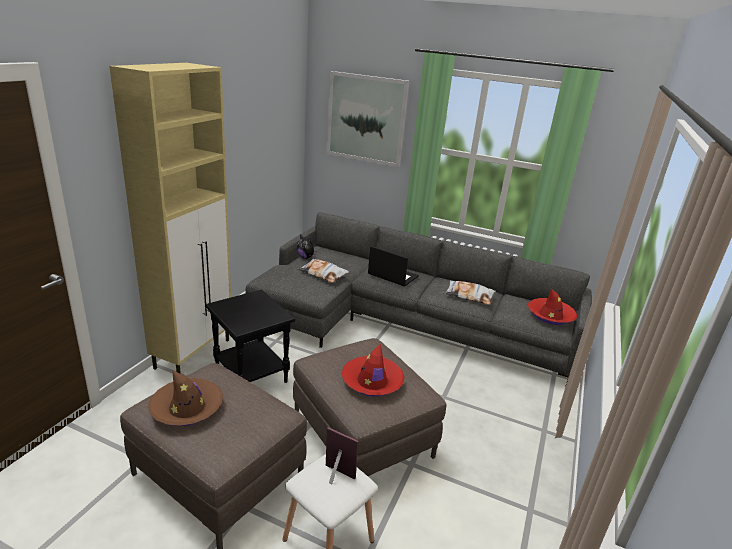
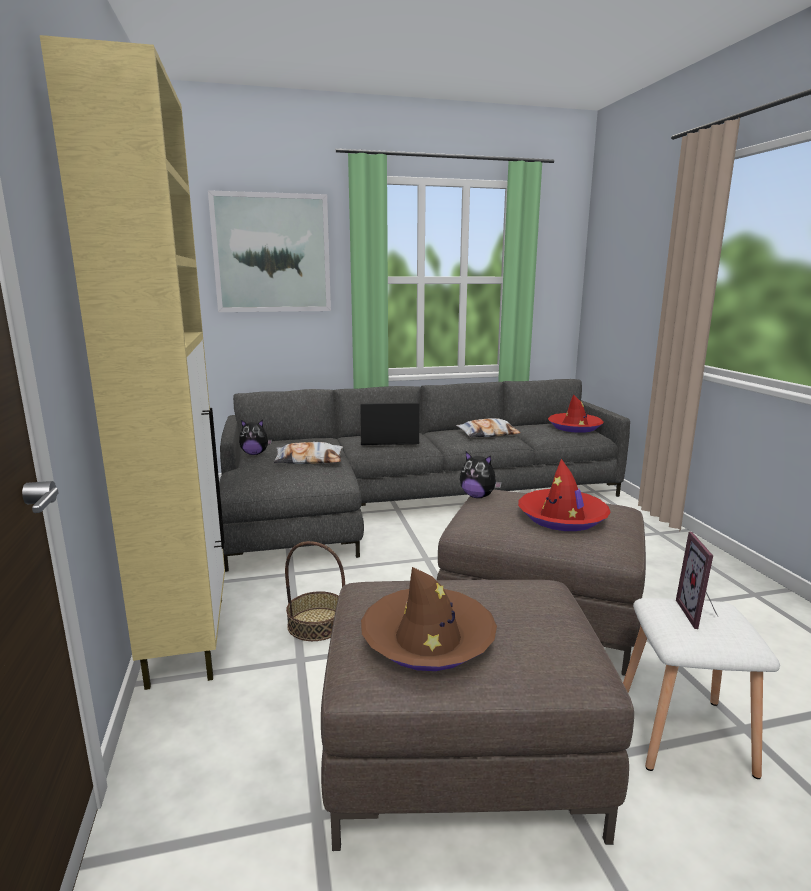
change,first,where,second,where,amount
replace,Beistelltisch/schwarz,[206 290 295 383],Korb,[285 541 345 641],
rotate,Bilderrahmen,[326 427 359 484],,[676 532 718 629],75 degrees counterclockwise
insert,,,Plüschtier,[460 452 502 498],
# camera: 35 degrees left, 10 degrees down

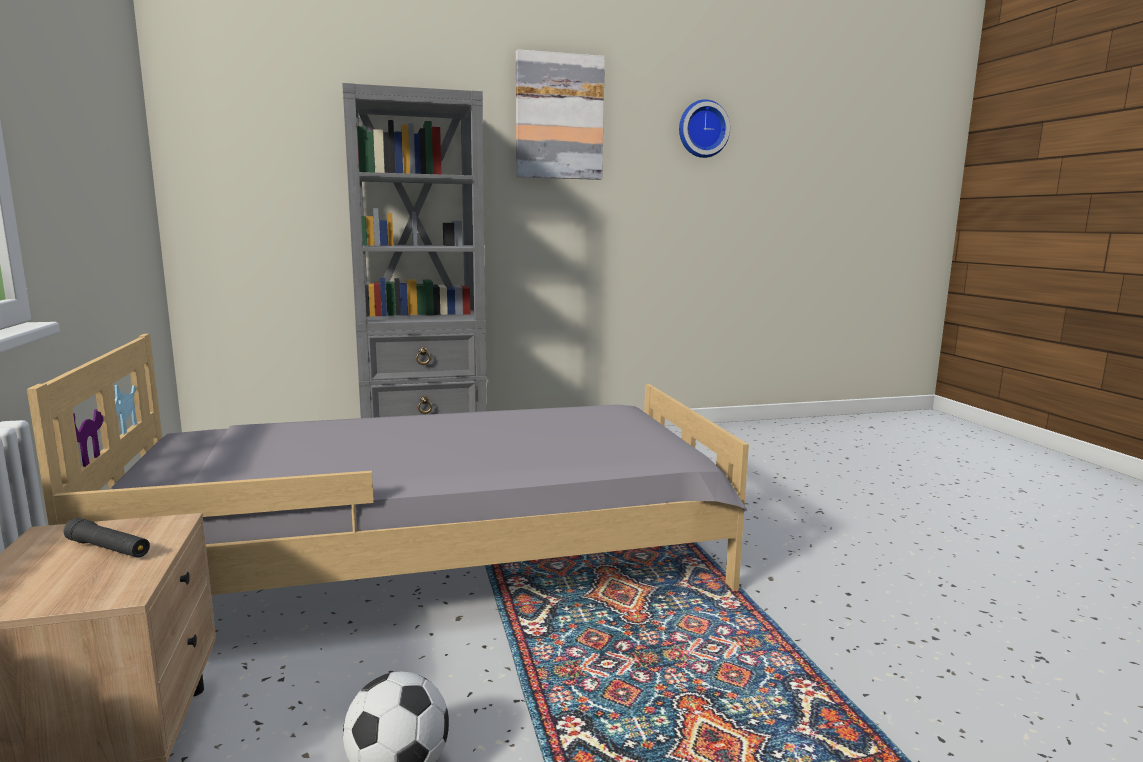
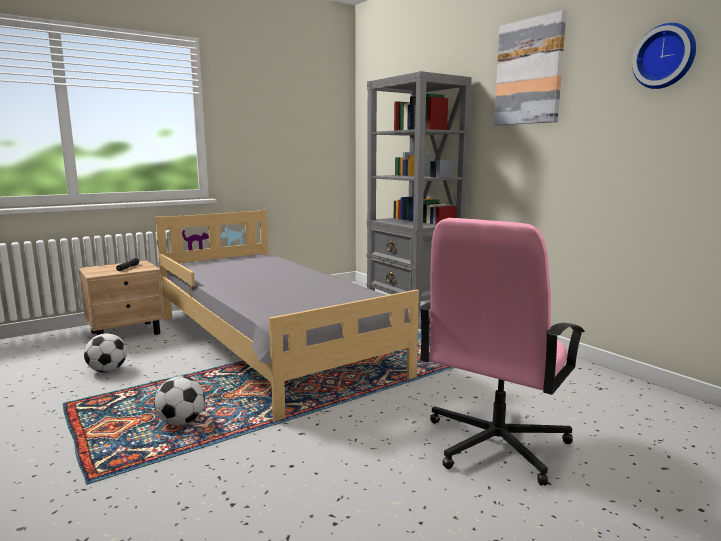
change,first,where,second,where,amount
insert,,,Bürostuhl/rosa,[419 218 585 486],
insert,,,Fußball,[154 376 205 426],
# camera: 70 degrees right, 0 degrees up

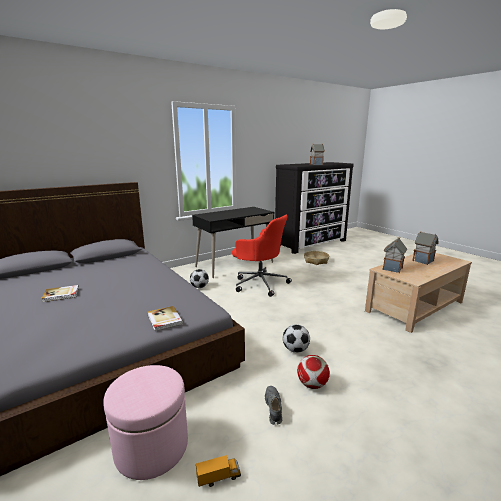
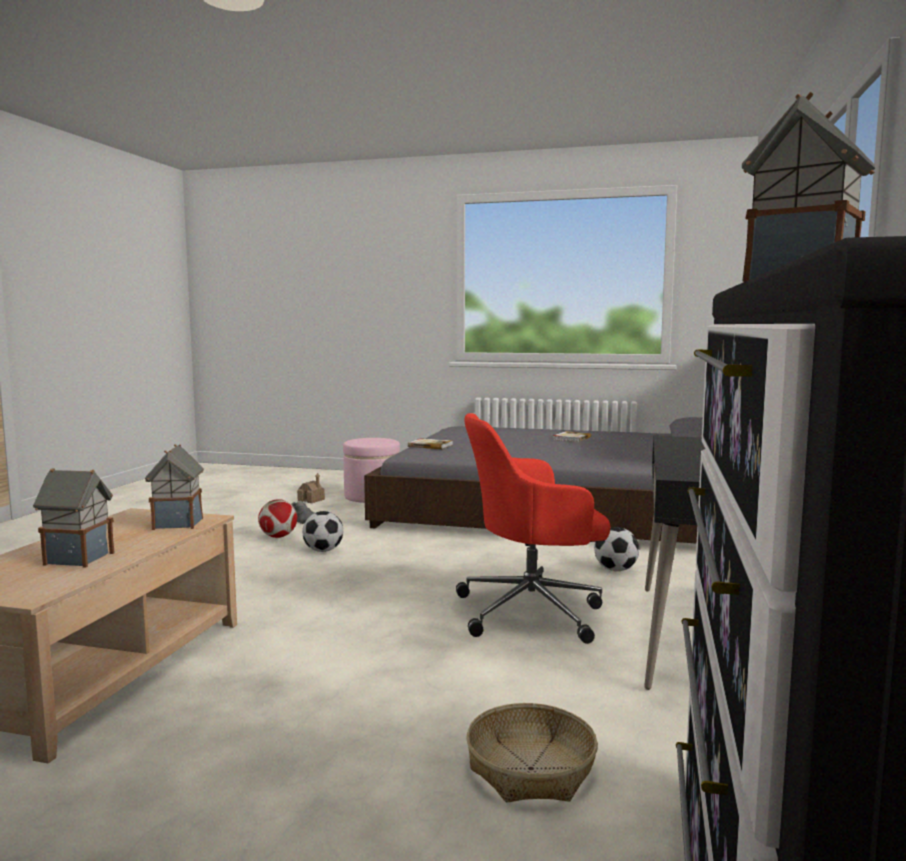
change,first,where,second,where,amount
replace,Spielzeuglaster,[196 455 241 487],Spielzeughaus,[297 473 325 503],
# camera: 140 degrees right, 10 degrees down

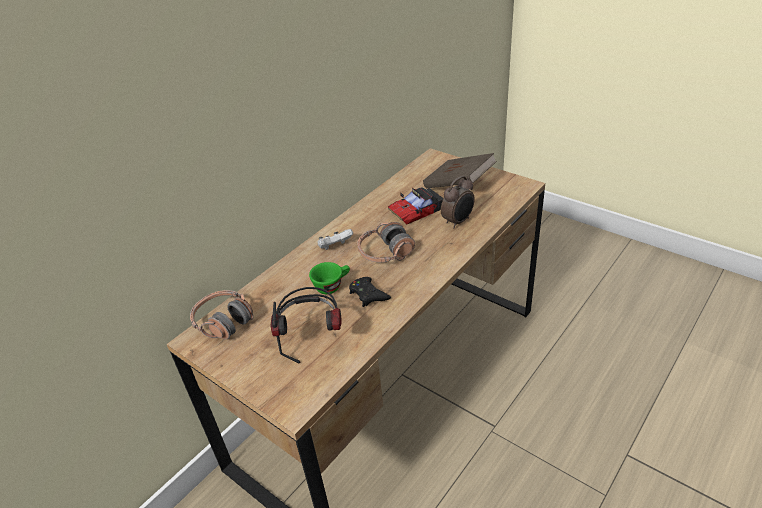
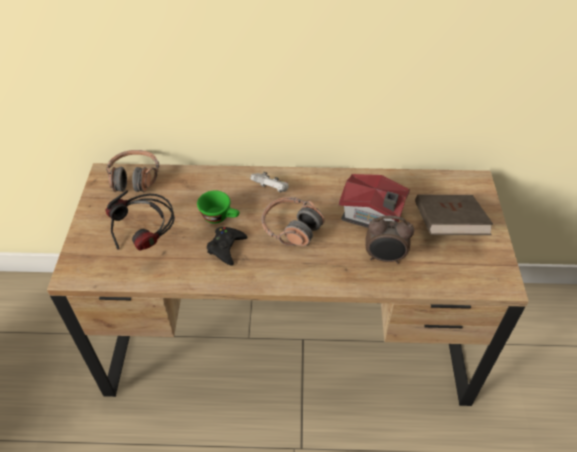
change,first,where,second,where,amount
replace,Spielzeugauto,[388 187 443 224],Spielzeughaus,[339 174 410 228],
# camera: 50 degrees right, 10 degrees up

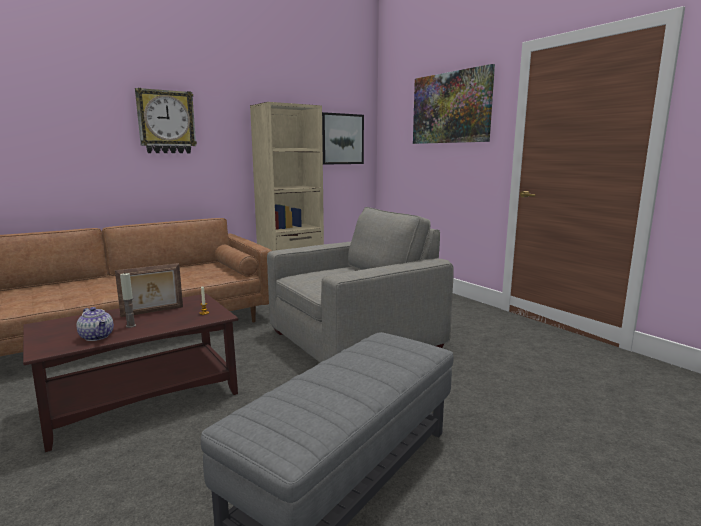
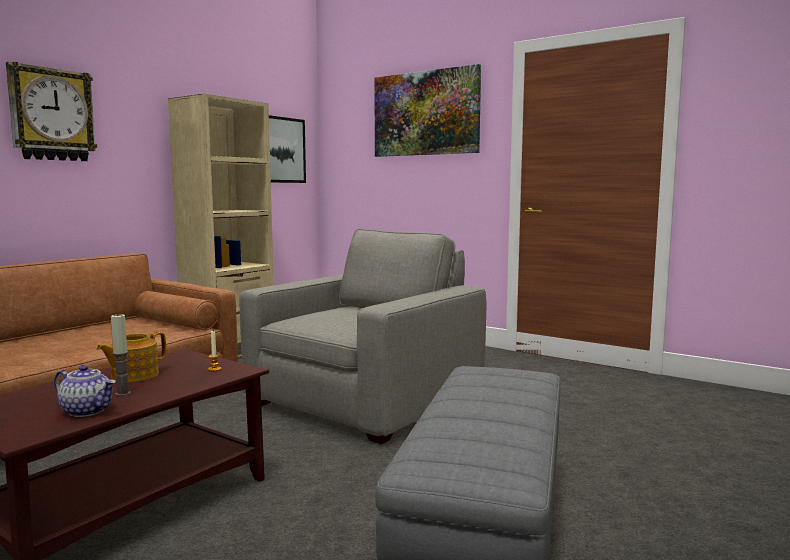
change,first,where,second,where,amount
replace,Bilderrahmen,[115 263 183 317],Teekanne,[96 331 166 382],
# camera: 20 degrees left, 5 degrees down

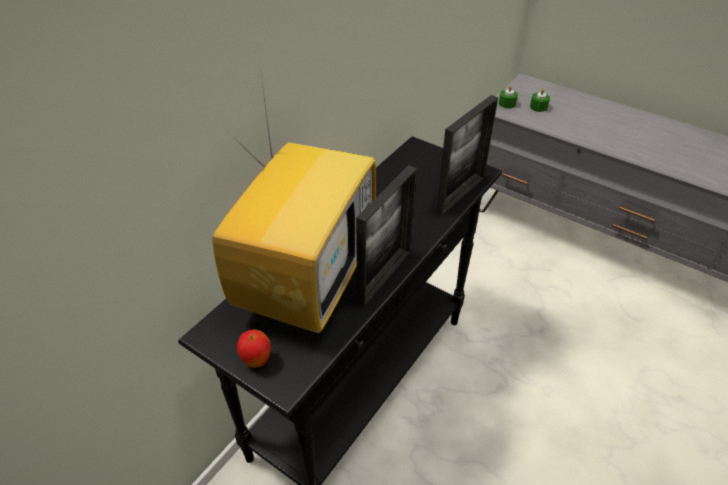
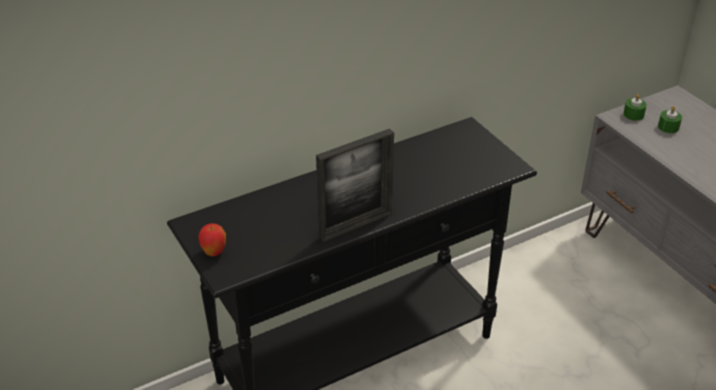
change,first,where,second,where,amount
delete,Fernseher,[212 68 376 333],,,
delete,Bilderrahmen,[436 95 498 215],,,
# camera: 25 degrees right, 5 degrees down

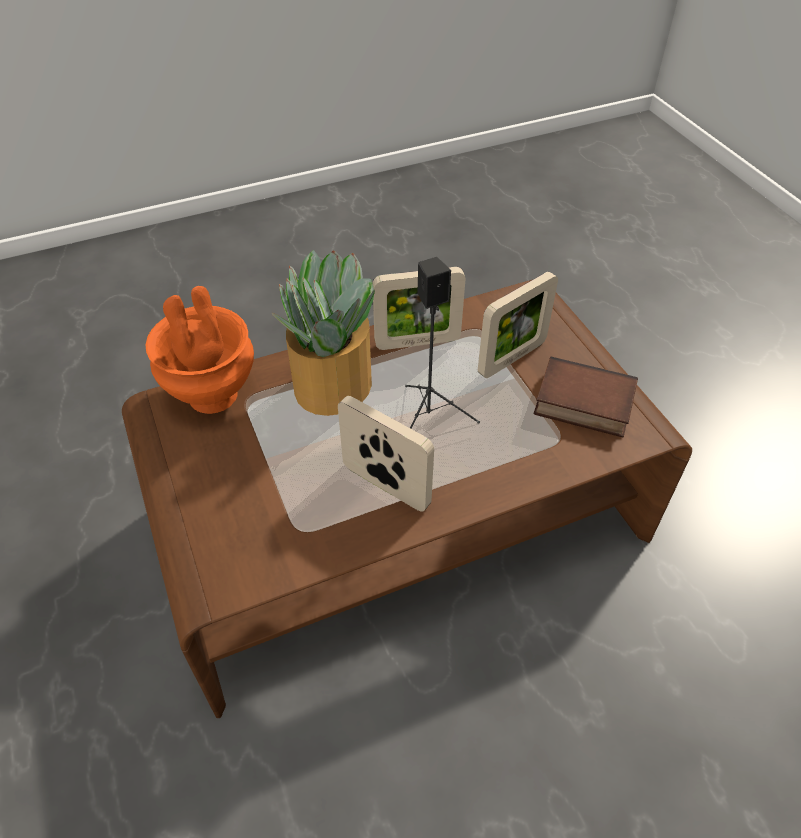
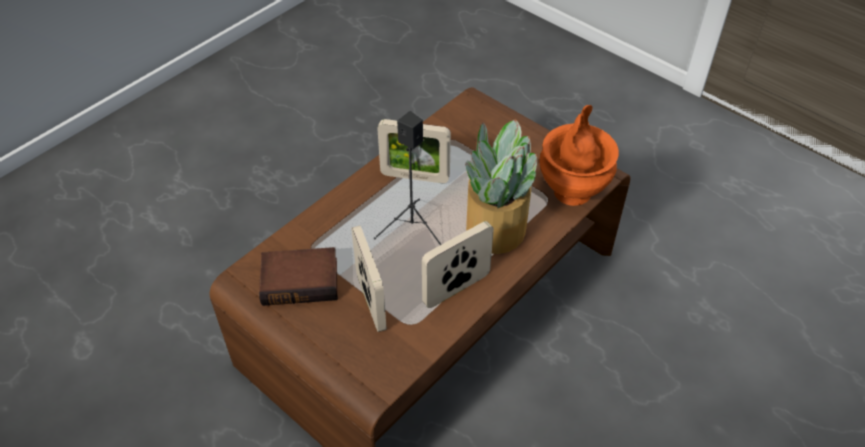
change,first,where,second,where,amount
rotate,Bilderrahmen,[478 272 558 378],,[351 225 387 332],135 degrees clockwise
# camera: 155 degrees right, 0 degrees up

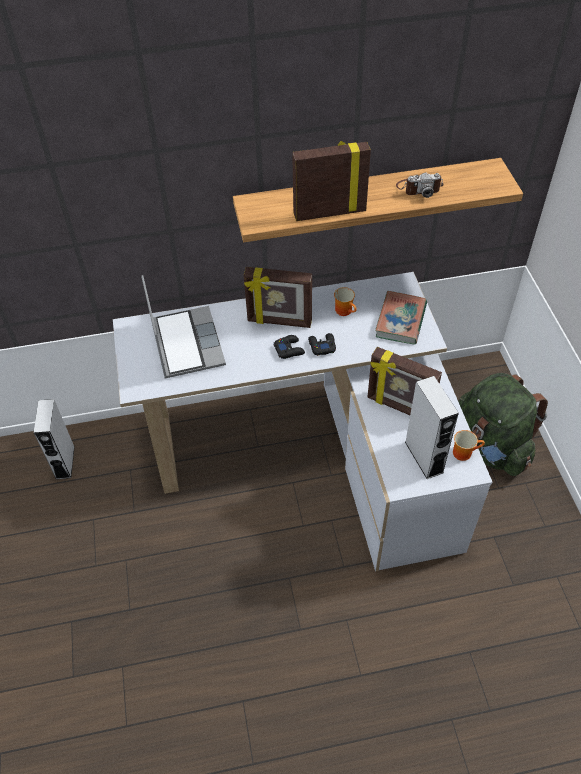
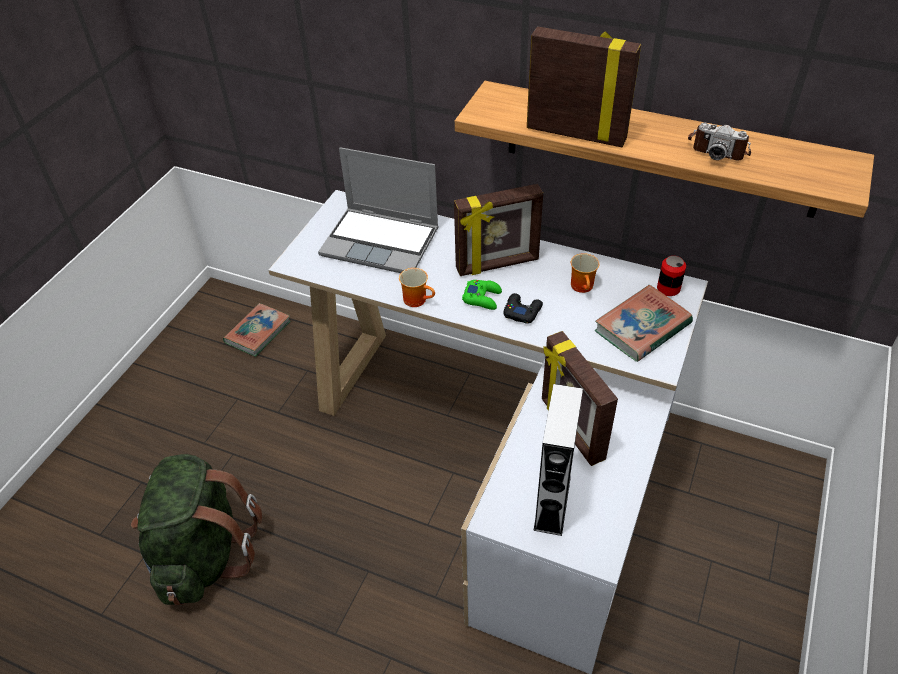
change,first,where,second,where,amount
rotate,Bilderrahmen,[244 267 312 328],,[454 184 543 276],60 degrees counterclockwise
rotate,Laptop,[141 275 226 379],,[318 147 439 273],90 degrees clockwise
recolor,Gamepad/schwarz,[274 335 305 359],Gamepad/grün,[462 280 502 310],
move,Rucksack/grün,[458 373 548 476],,[131 454 262 605],
replace,Lautsprecher/grau,[33 399 75 479],Buch,[223 303 291 357],
move,Henkelbecher,[453 430 485 461],,[399 268 435 307],
insert,,,Dose,[657 256 686 296],
# camera: 35 degrees right, 5 degrees down

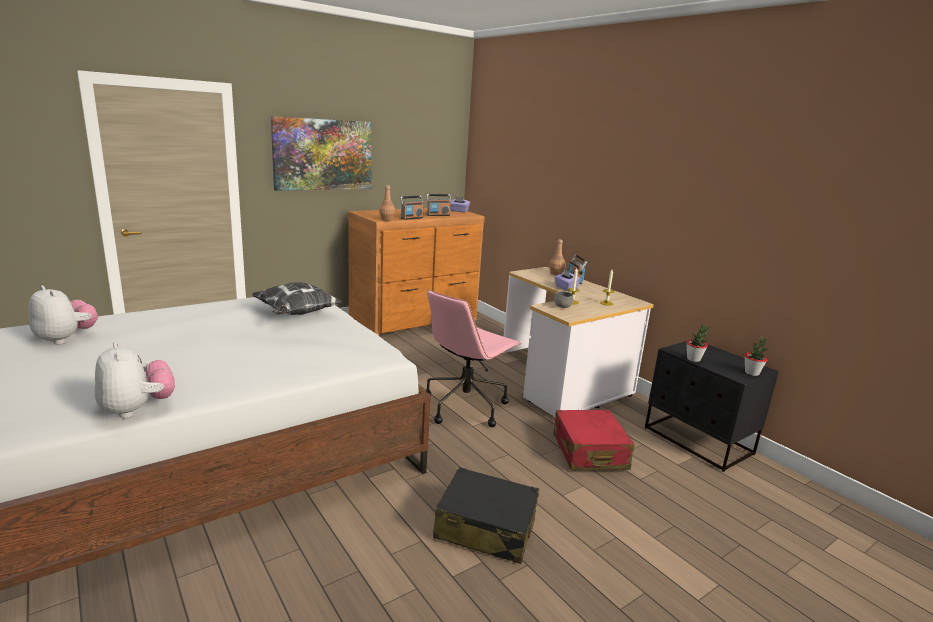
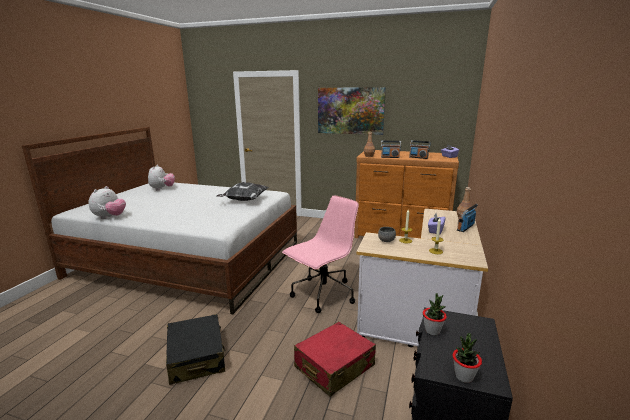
change,first,where,second,where,amount
rotate,Bürostuhl/rosa,[426 290 521 427],,[282 195 359 313],135 degrees clockwise
# camera: 55 degrees right, 0 degrees up

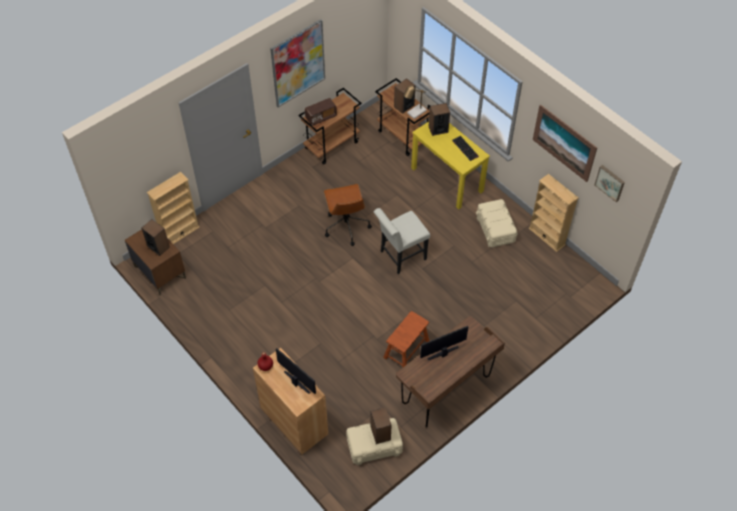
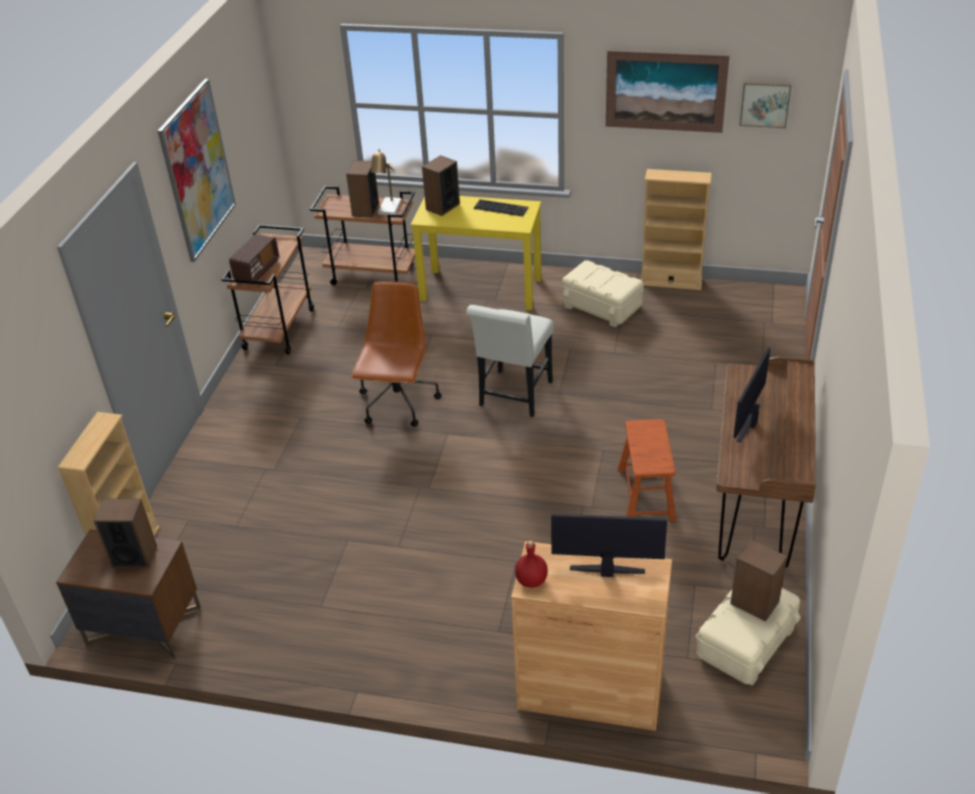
change,first,where,second,where,amount
rotate,Bürostuhl/braun,[324 184 372 246],,[351 281 442 427],120 degrees counterclockwise
# camera: 35 degrees left, 15 degrees down

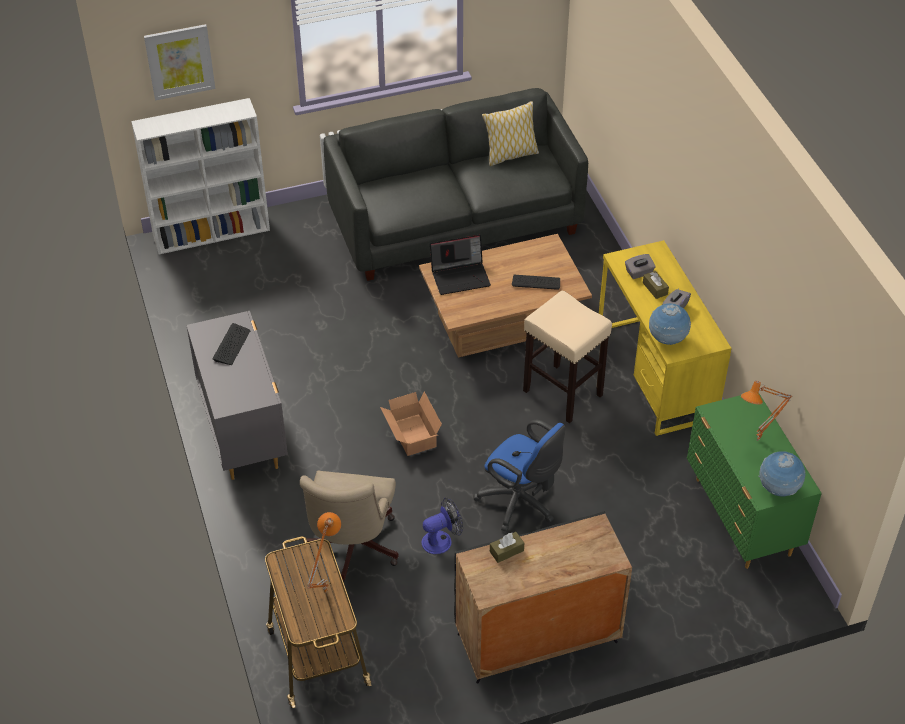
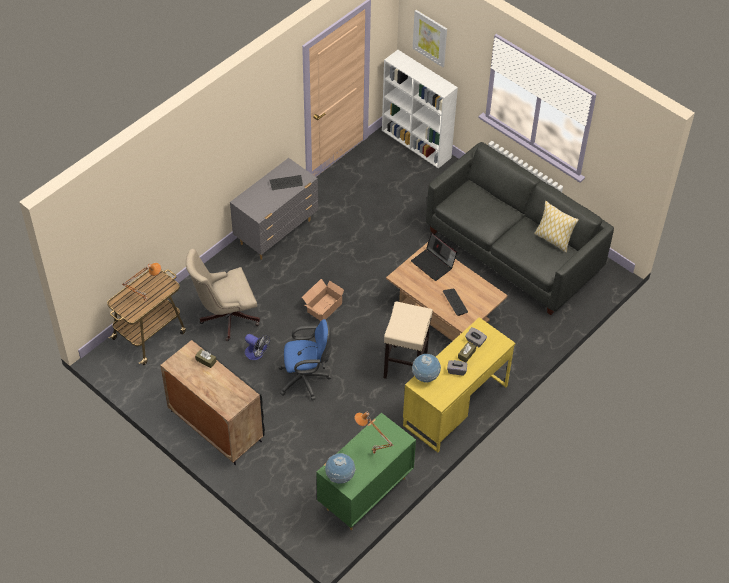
change,first,where,second,where,amount
rotate,Bürostuhl/blau,[473 420 566 532],,[278 319 331 400],105 degrees counterclockwise
# camera: 60 degrees right, 5 degrees up

